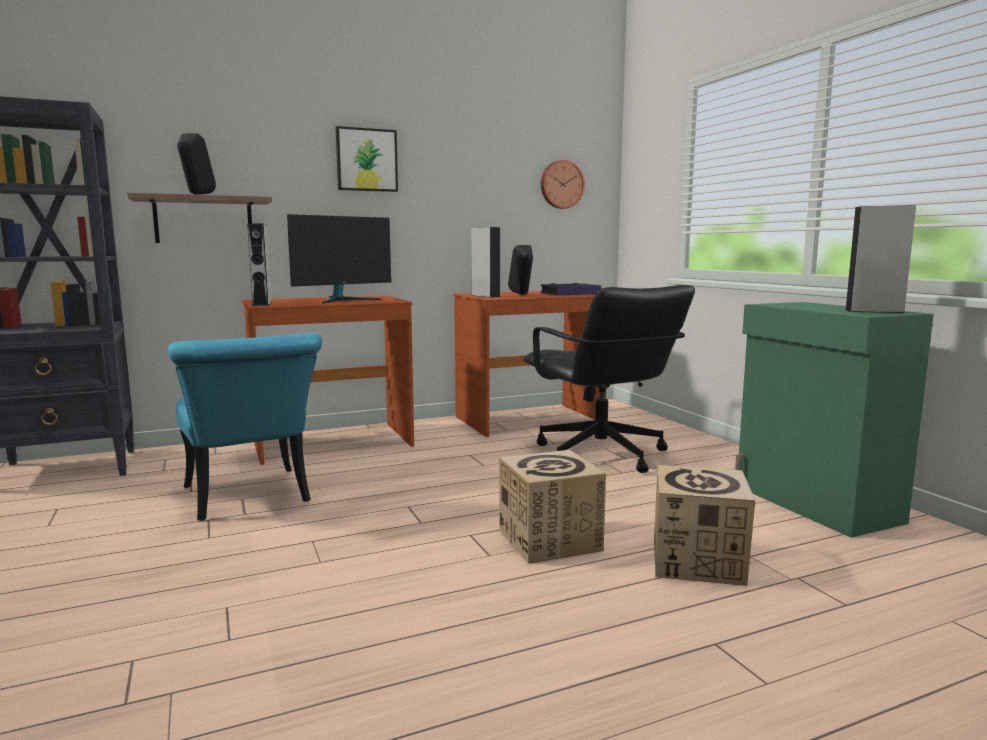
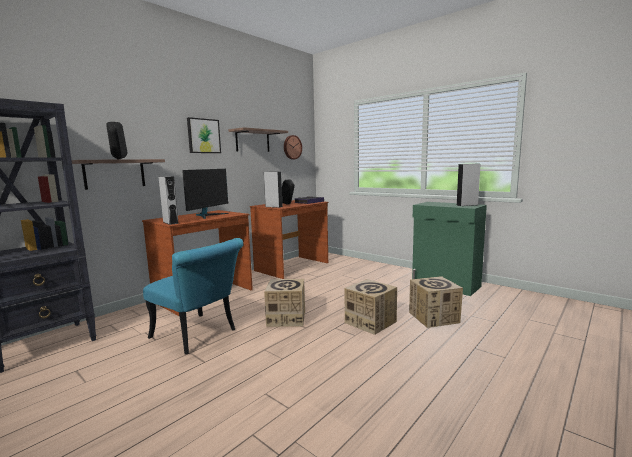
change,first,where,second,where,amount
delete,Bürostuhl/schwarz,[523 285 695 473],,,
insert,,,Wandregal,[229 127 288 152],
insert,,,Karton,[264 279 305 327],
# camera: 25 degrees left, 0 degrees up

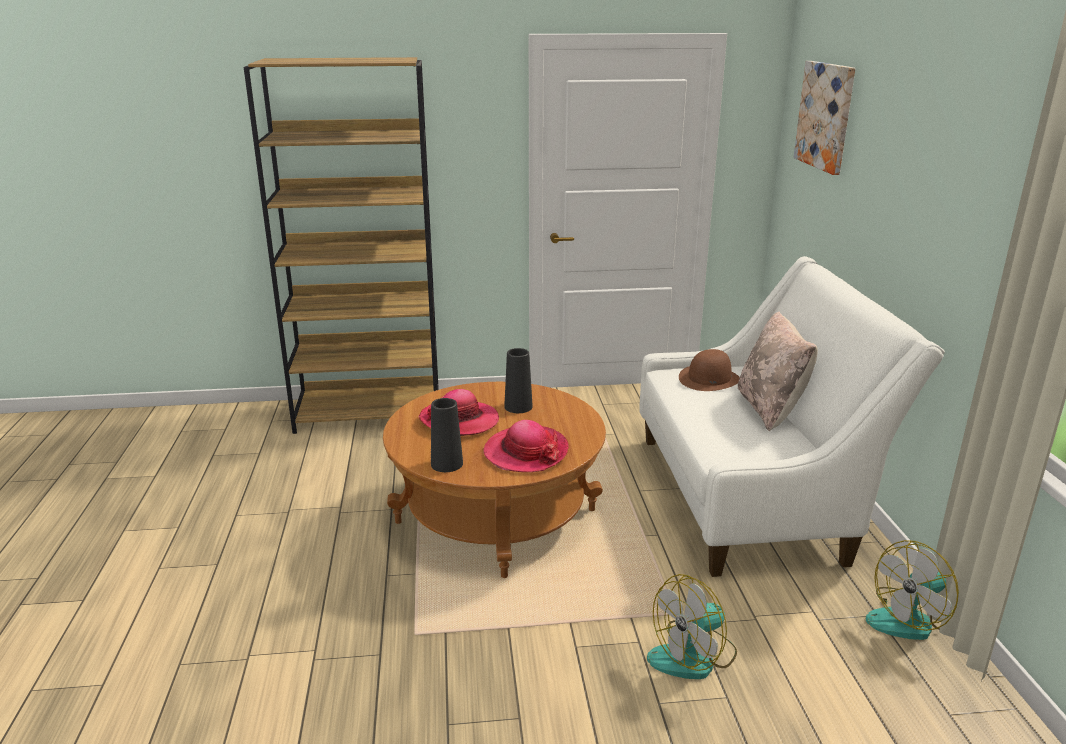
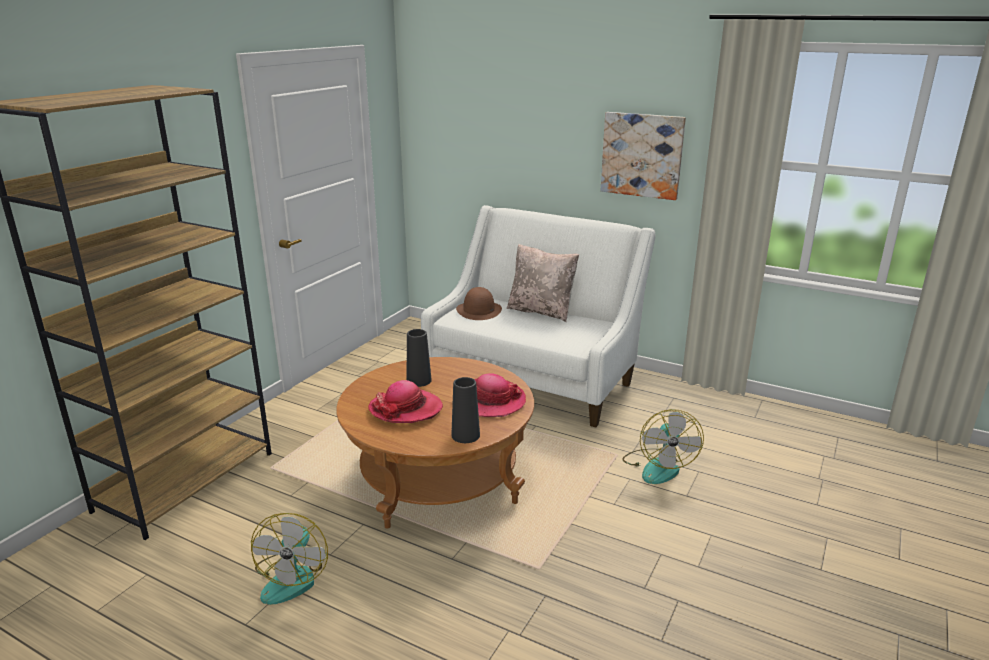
change,first,where,second,where,amount
move,Bild,[794 61 856 175],,[601 112 686 200],
move,Ventilator,[866 540 959 640],,[251 513 328 605],
# camera: 55 degrees left, 0 degrees up

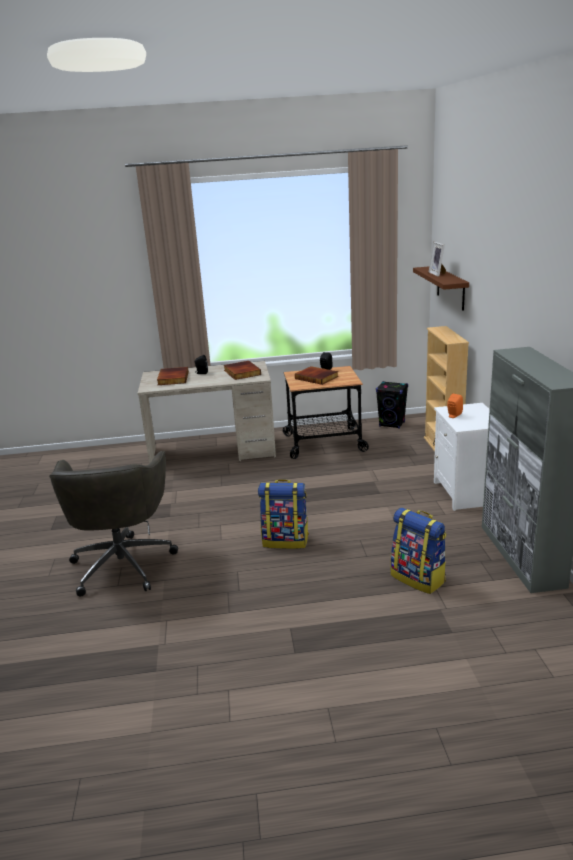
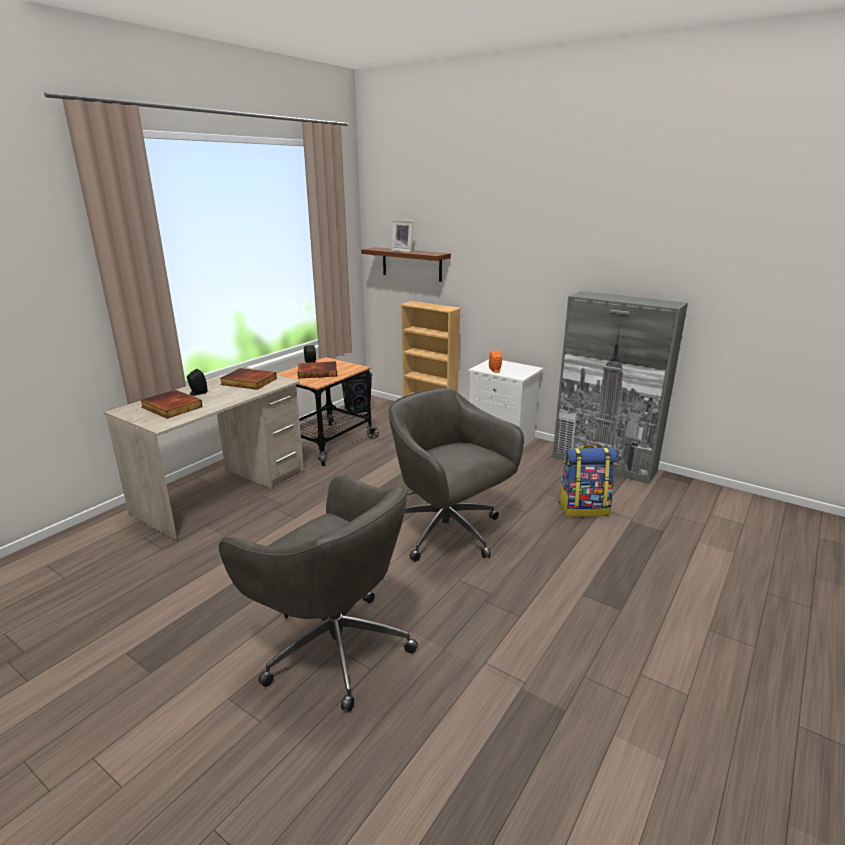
change,first,where,second,where,amount
replace,Rucksack,[258 479 309 549],Bürostuhl/grau,[388 388 524 562],
# camera: 50 degrees left, 0 degrees up

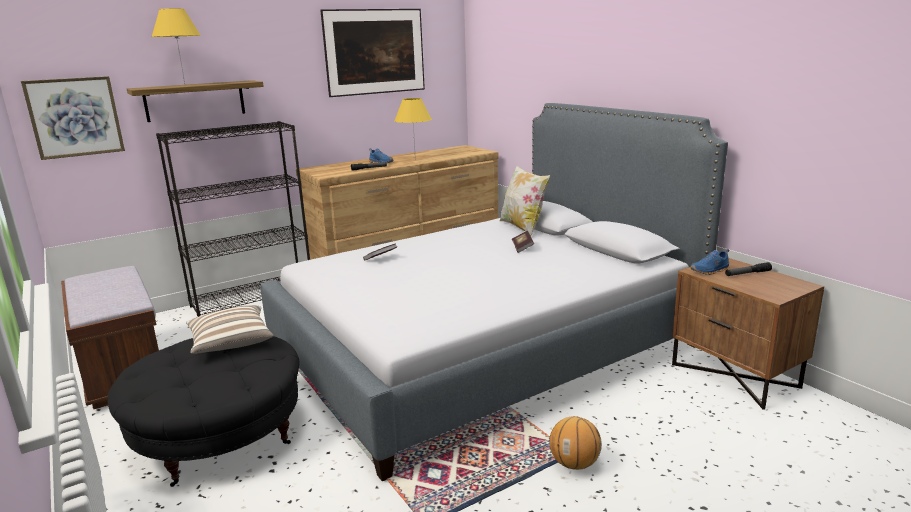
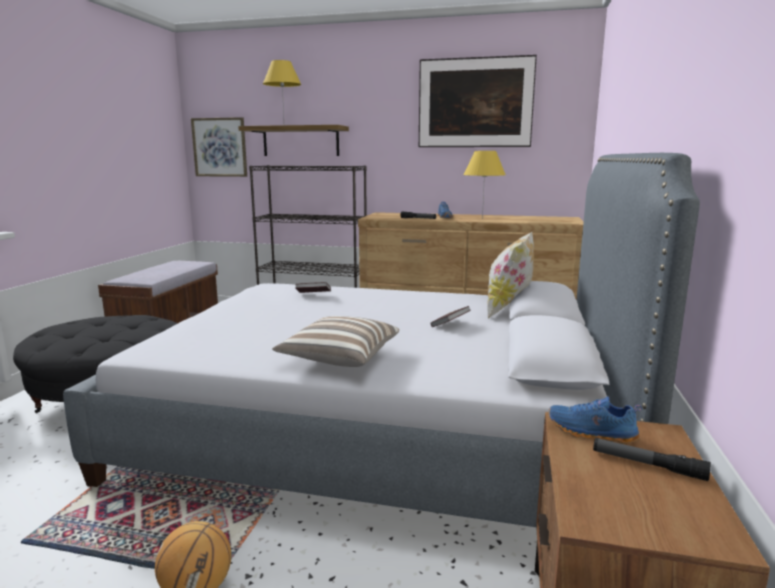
change,first,where,second,where,amount
move,Kissen,[186 305 274 354],,[272 316 399 367],
# camera: 45 degrees right, 5 degrees down

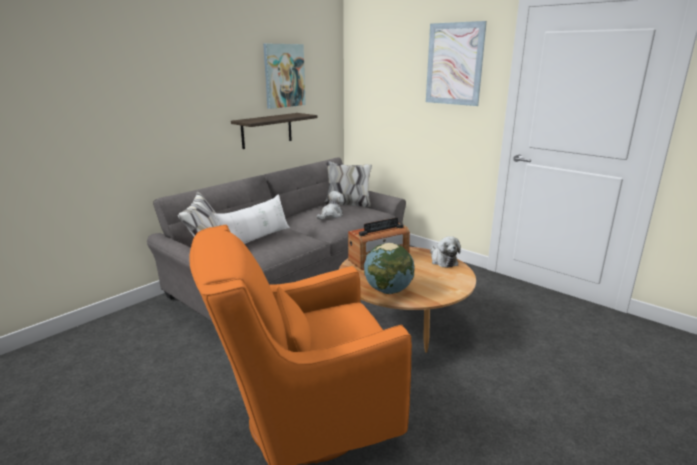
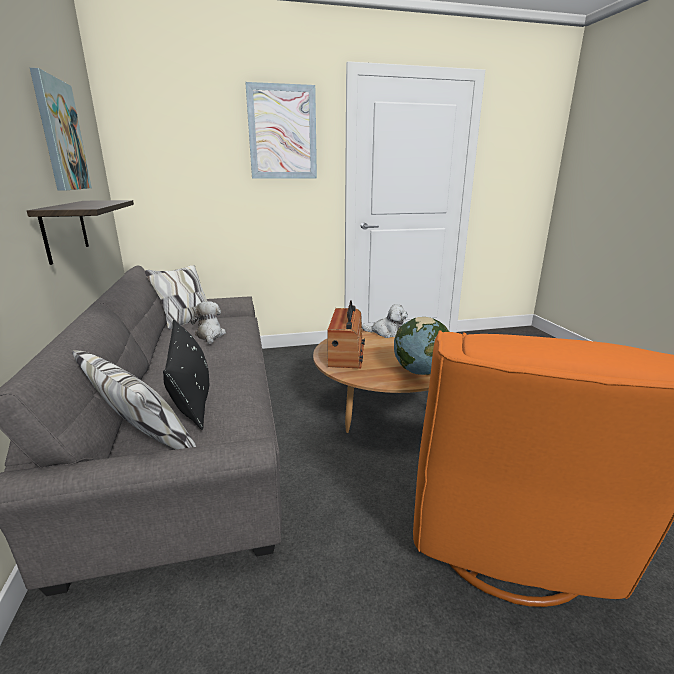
change,first,where,second,where,amount
recolor,Kissen/weiß,[214 194 290 244],Kissen/schwarz,[163 320 209 430],
# camera: 55 degrees left, 0 degrees up

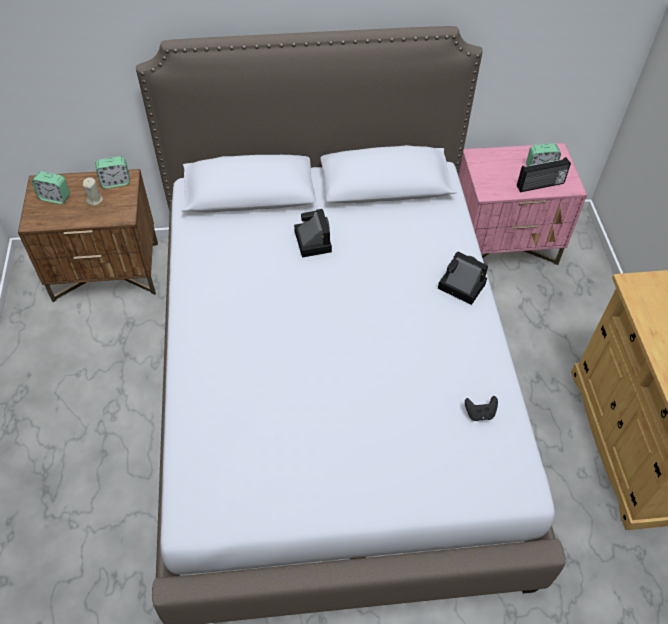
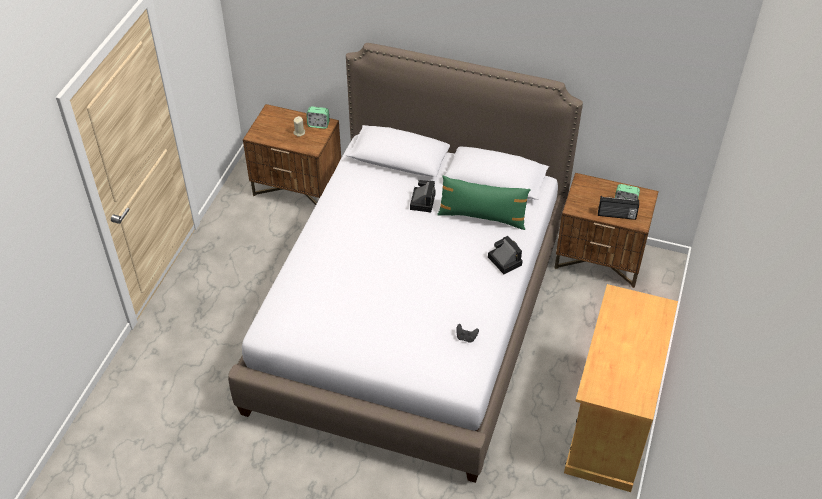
change,first,where,second,where,amount
recolor,Nachttisch/rosa,[458 143 587 266],Nachttisch/braun,[555 173 659 288],
delete,Wecker,[32 171 70 204],,,
insert,,,Kissen/grün,[437 175 531 230],
# camera: 25 degrees right, 5 degrees down

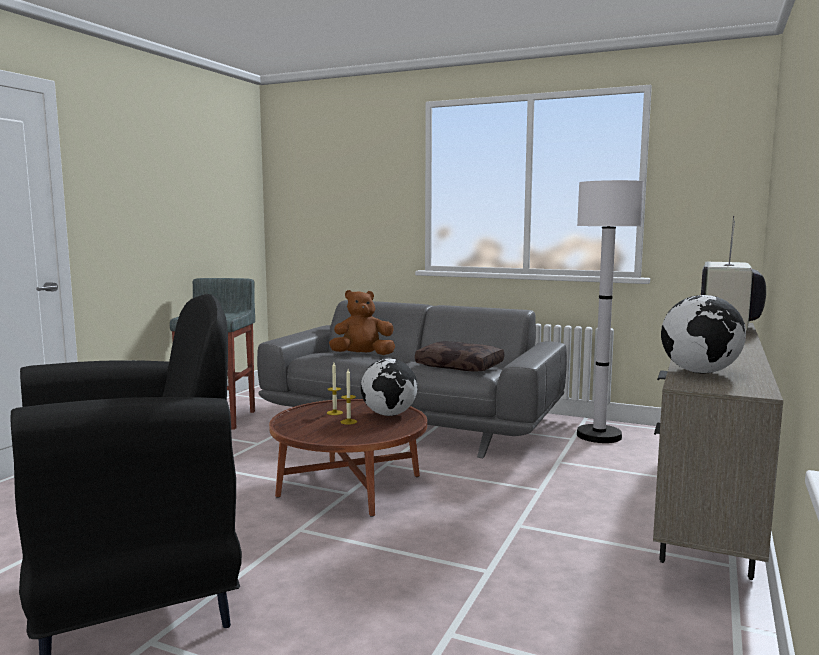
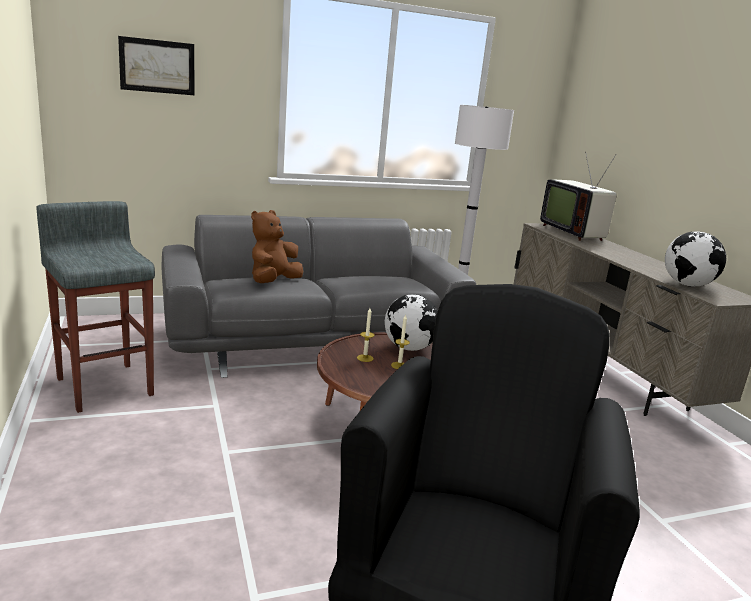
change,first,where,second,where,amount
delete,Kissen/braun,[415 341 504 372],,,
insert,,,Bild,[118 36 194 95],
# camera: 45 degrees left, 10 degrees up

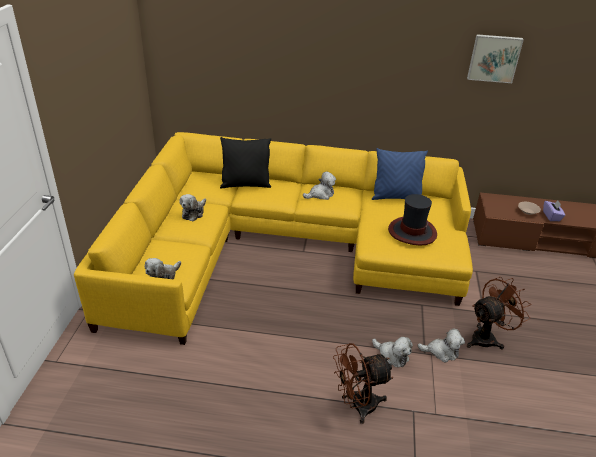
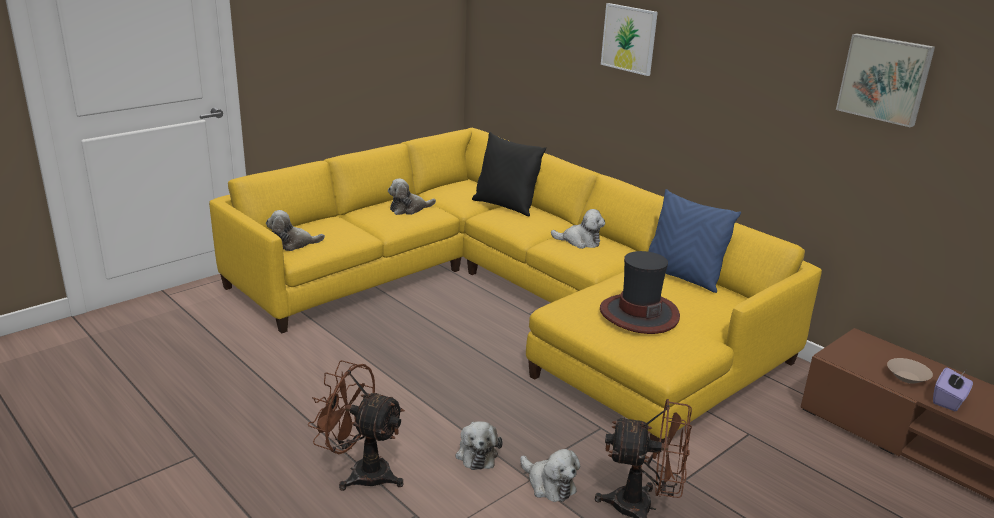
change,first,where,second,where,amount
insert,,,Bild,[601 3 658 76],
# camera: 40 degrees right, 10 degrees down

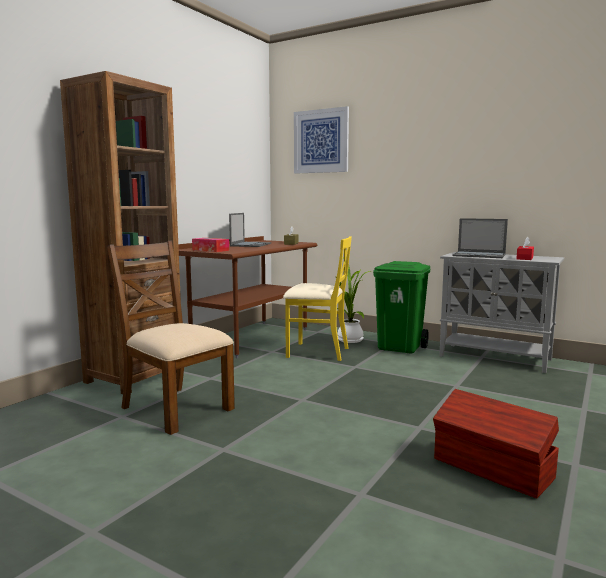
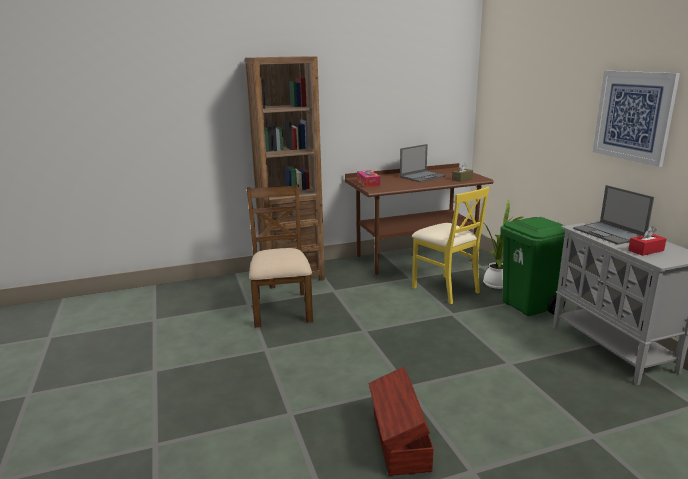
change,first,where,second,where,amount
move,Bild,[294 106 349 174],,[593 71 680 167],
# camera: 40 degrees right, 10 degrees up

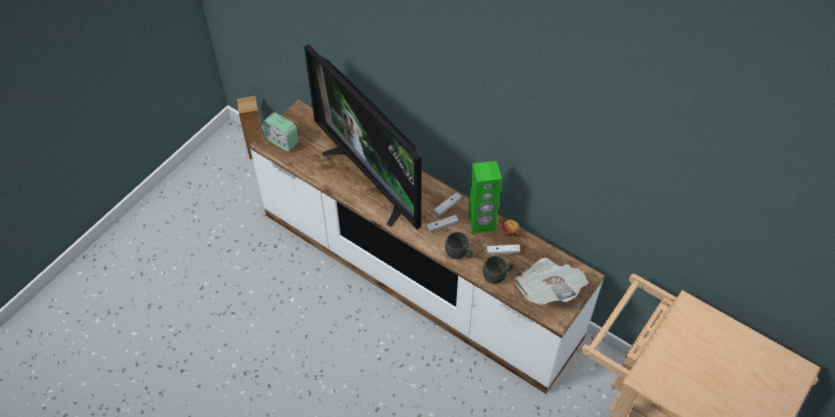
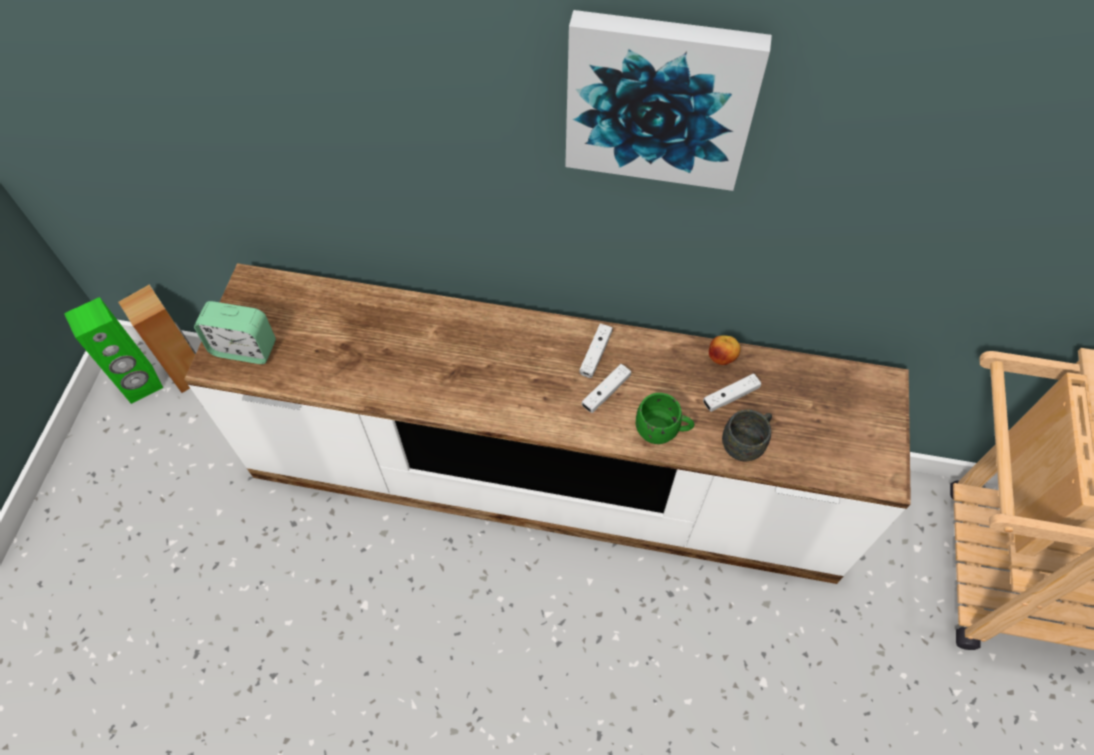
change,first,where,second,where,amount
delete,Fernseher,[304 44 421 229],,,
move,Lautsprecher/grün,[468 161 502 234],,[64 297 163 404],
recolor,Henkelbecher/grau,[445 232 473 259],Henkelbecher/grün,[636 393 694 444],
delete,Zeitung,[514 258 588 304],,,
insert,,,Bild,[565 10 772 191],
# camera: 25 degrees left, 5 degrees up

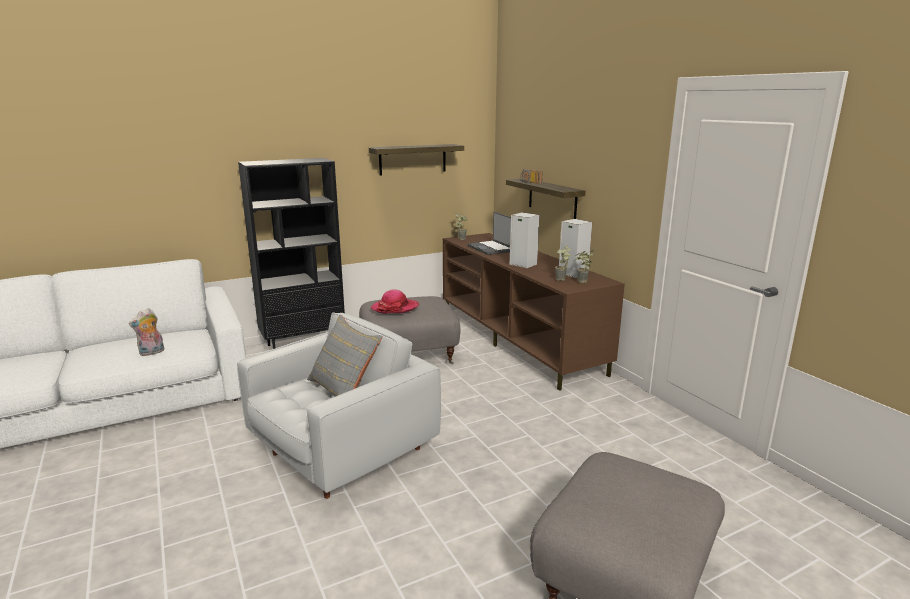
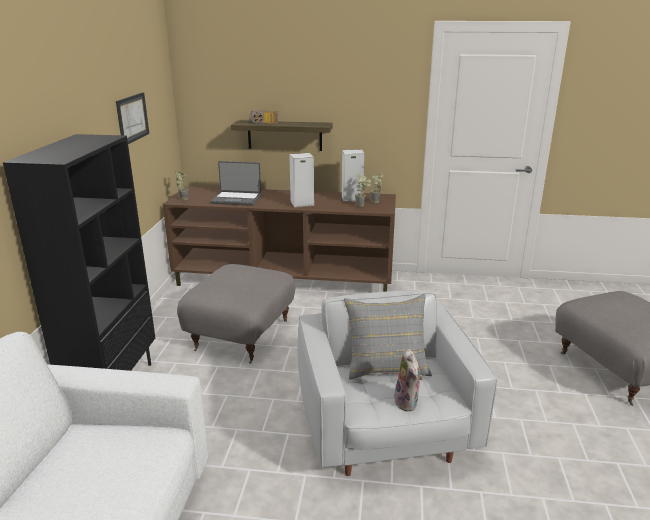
change,first,where,second,where,amount
replace,Wandregal,[369 144 464 175],Bild,[116 92 149 144],
delete,Hut,[371 289 419 314],,,
move,Plüschtier,[129 308 164 356],,[394 349 423 412],
# camera: 55 degrees left, 5 degrees up

